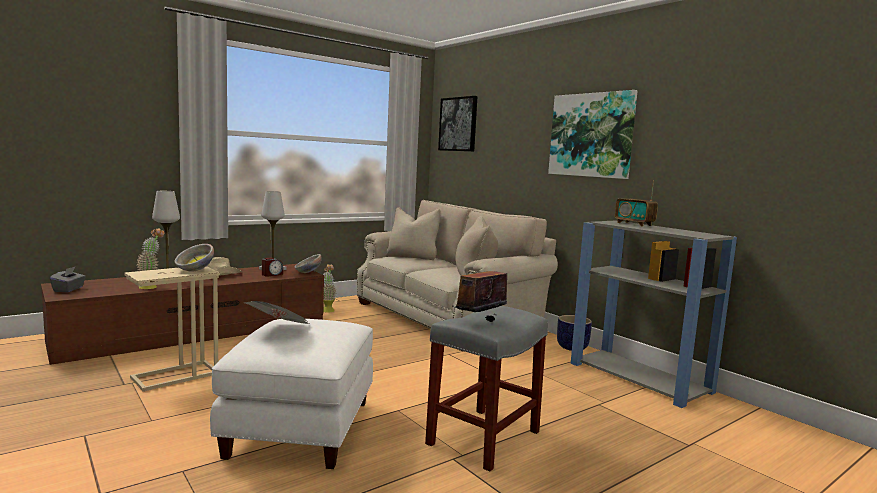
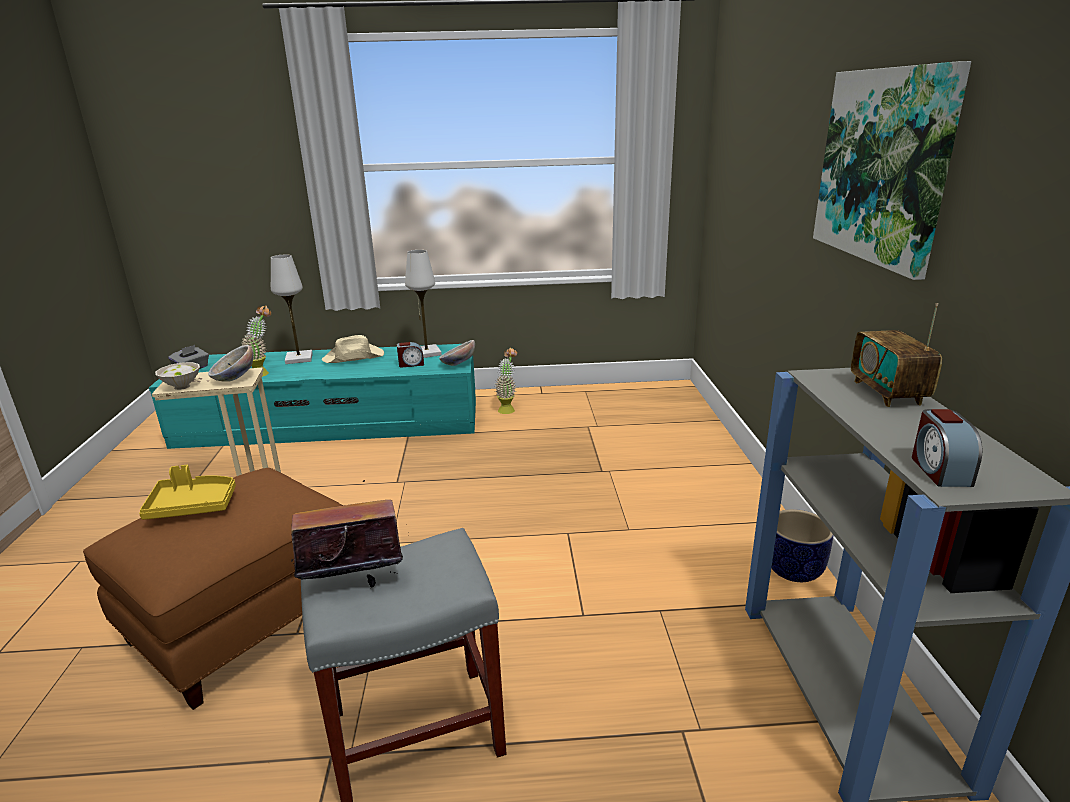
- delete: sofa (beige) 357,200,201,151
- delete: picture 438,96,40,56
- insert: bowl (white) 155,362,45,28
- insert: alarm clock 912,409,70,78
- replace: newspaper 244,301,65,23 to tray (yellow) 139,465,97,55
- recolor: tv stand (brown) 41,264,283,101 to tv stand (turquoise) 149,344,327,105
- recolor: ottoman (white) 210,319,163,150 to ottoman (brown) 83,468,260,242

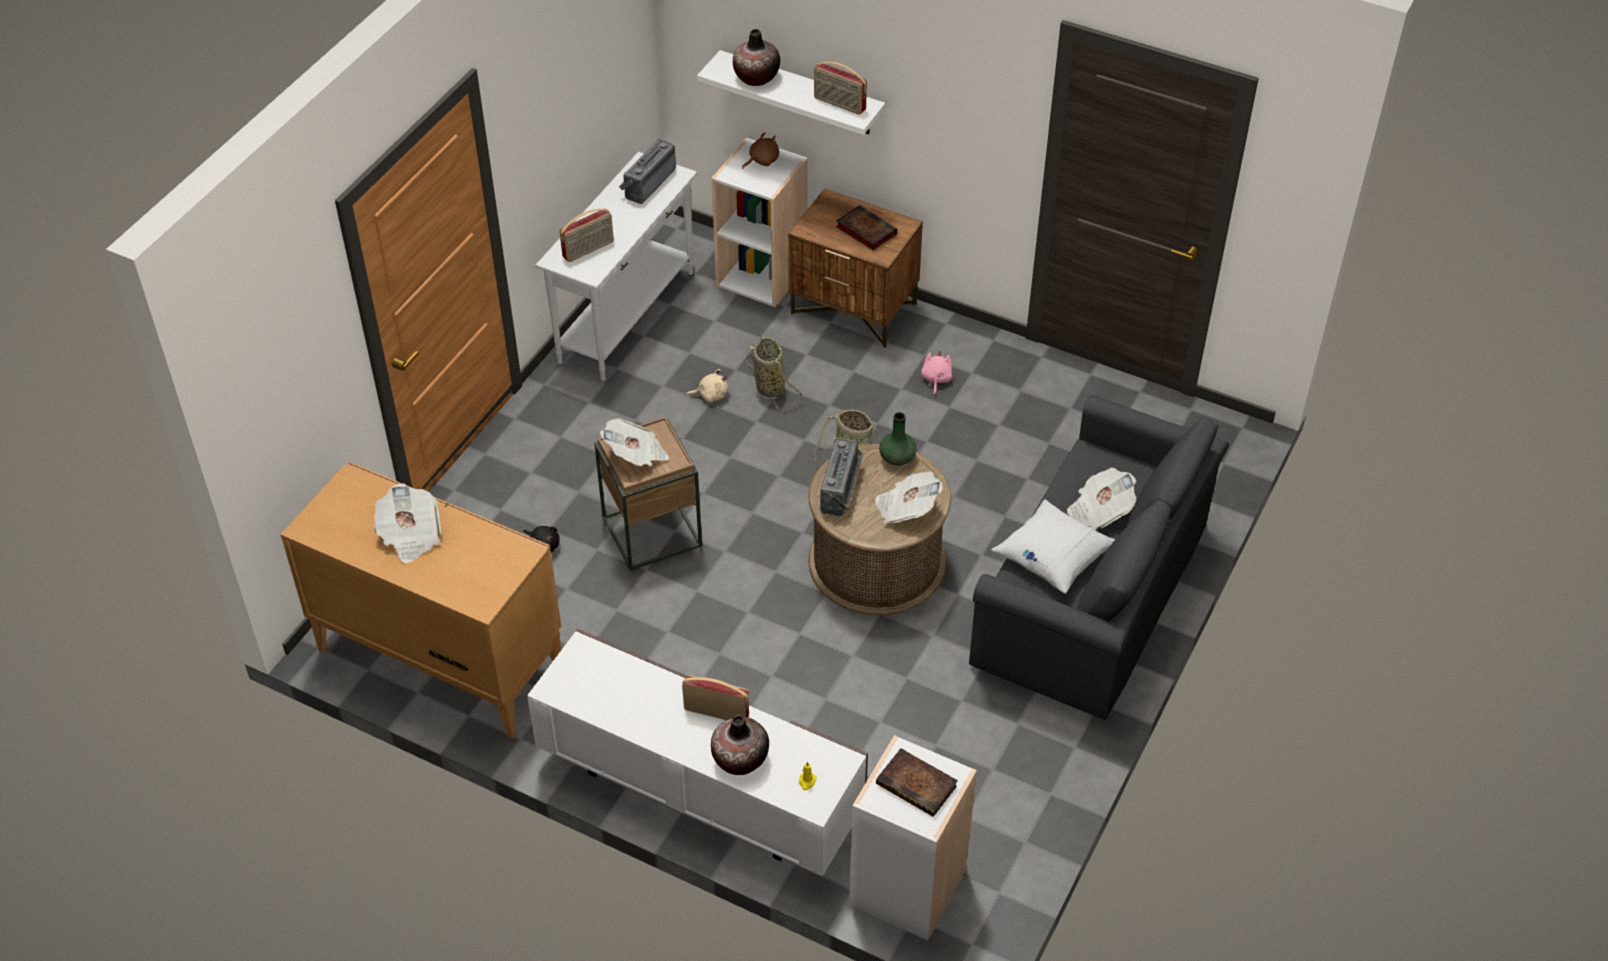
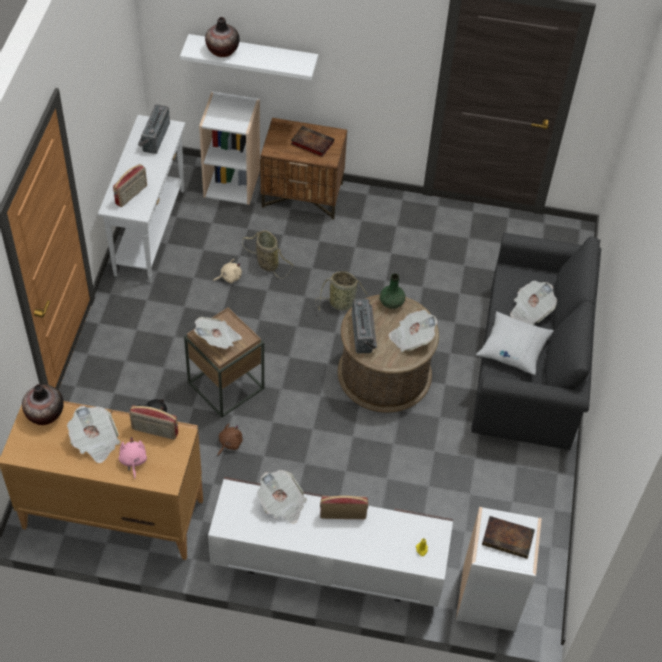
- insert: newspaper 257,470,50,54
- move: vase 711,715,58,60 to 22,384,42,41
- move: plush toy (brown) 742,132,37,37 to 217,424,26,32
- move: radio 814,62,53,53 to 129,405,49,35
- move: plush toy (pink) 921,351,31,44 to 119,437,28,42

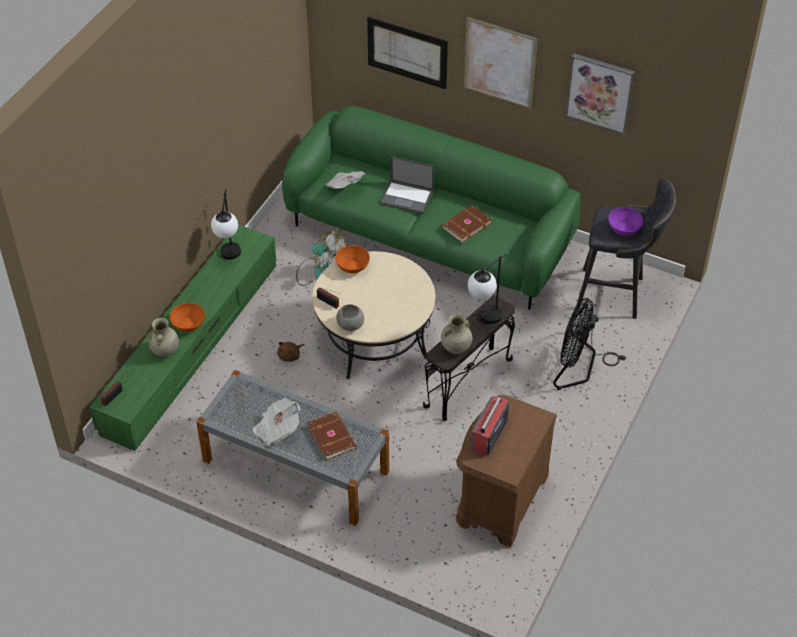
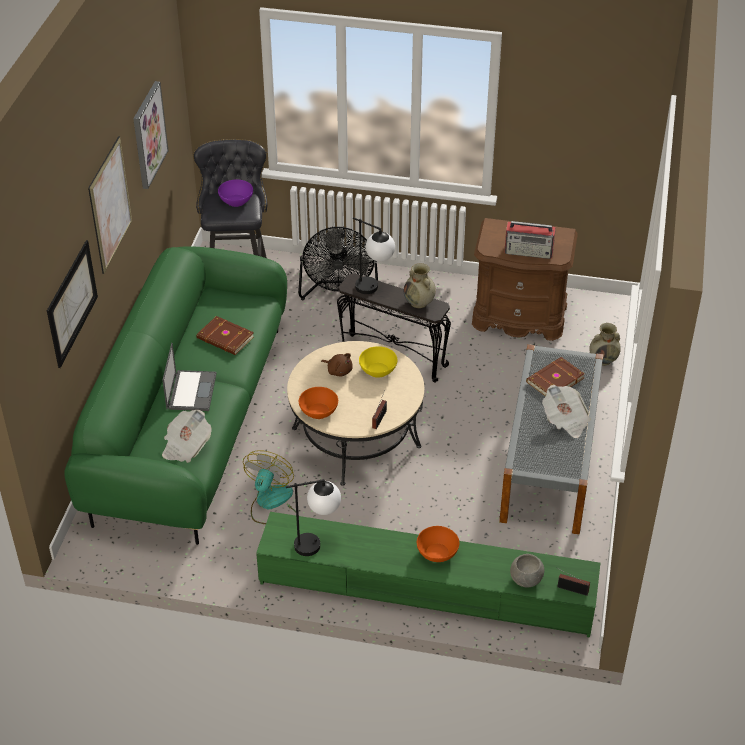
- insert: bowl (yellow) 359,346,38,32
- move: vase (beige) 148,318,31,39 to 589,323,32,43
- move: plush toy (brown) 277,342,27,20 to 321,353,32,23
- move: bowl (grey) 336,304,28,27 to 510,554,34,33

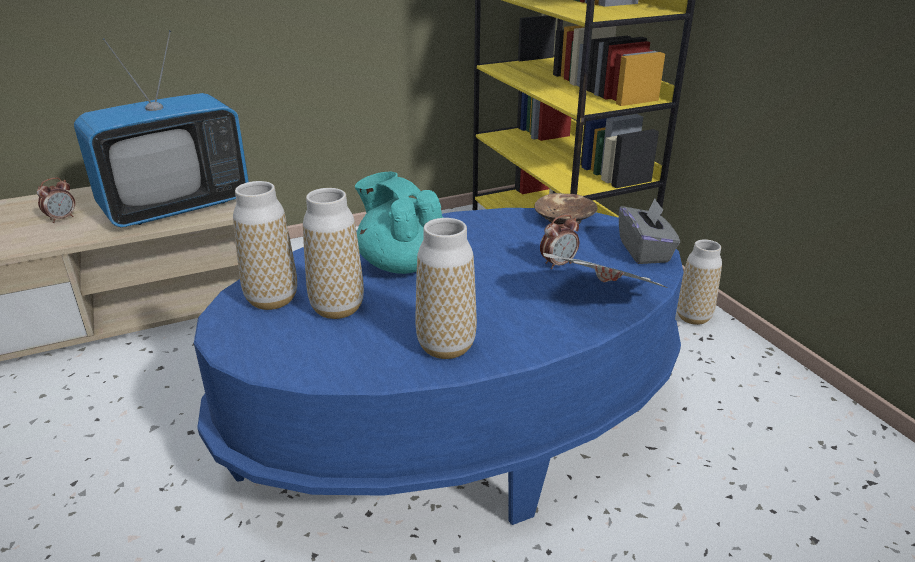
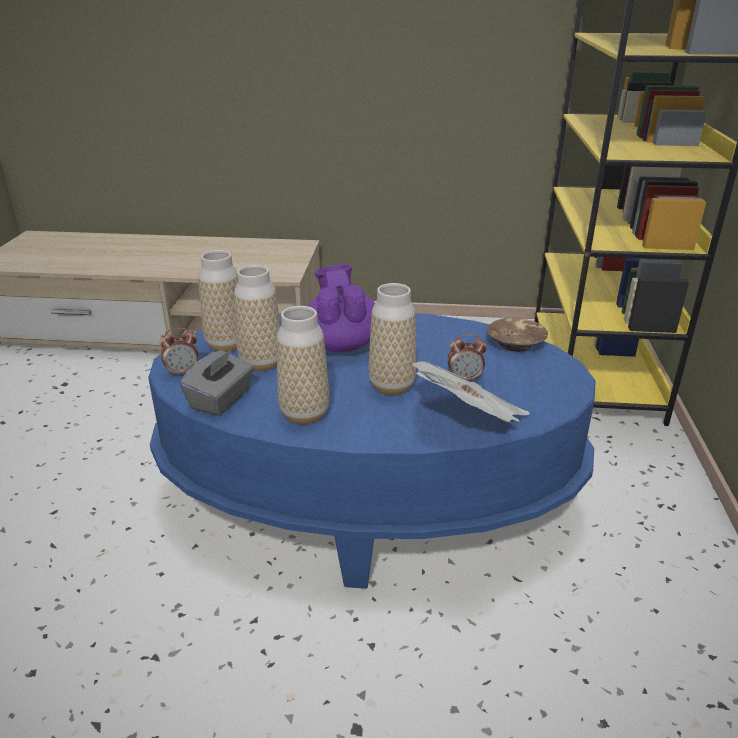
- delete: television 74,30,175,197
- move: alarm clock 37,178,38,45 to 160,328,39,49
- move: tissue box (grey) 619,199,61,65 to 180,350,74,66
- move: vase 677,239,45,86 to 369,283,47,112
- recolor: teapot (turquoise) 355,171,88,103 to teapot (purple) 308,264,67,88

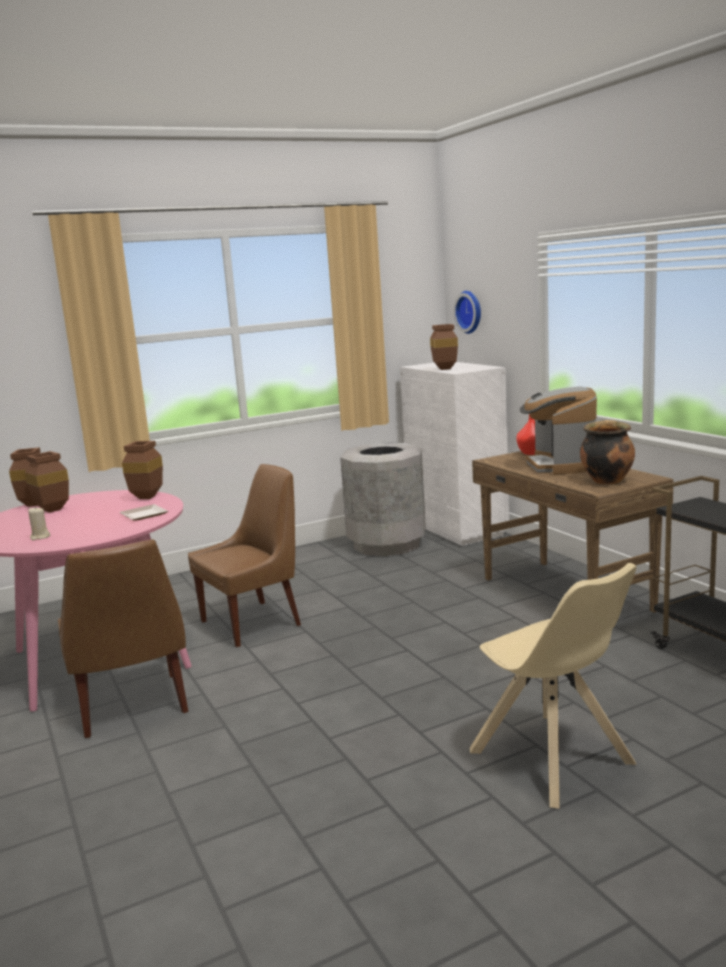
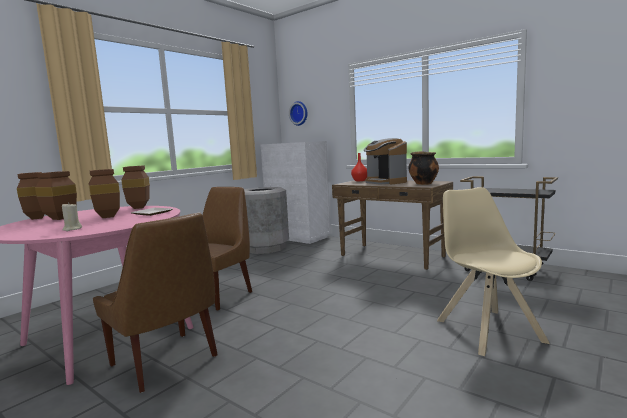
- move: vase (brown) 430,324,28,46 to 88,169,32,49
- rotate: chair (beige) 470,563,167,246 = 437,187,113,169 135 degrees counterclockwise

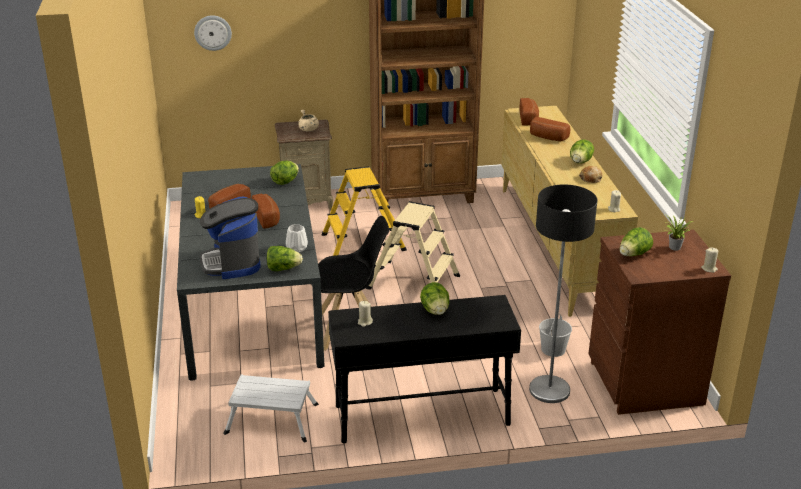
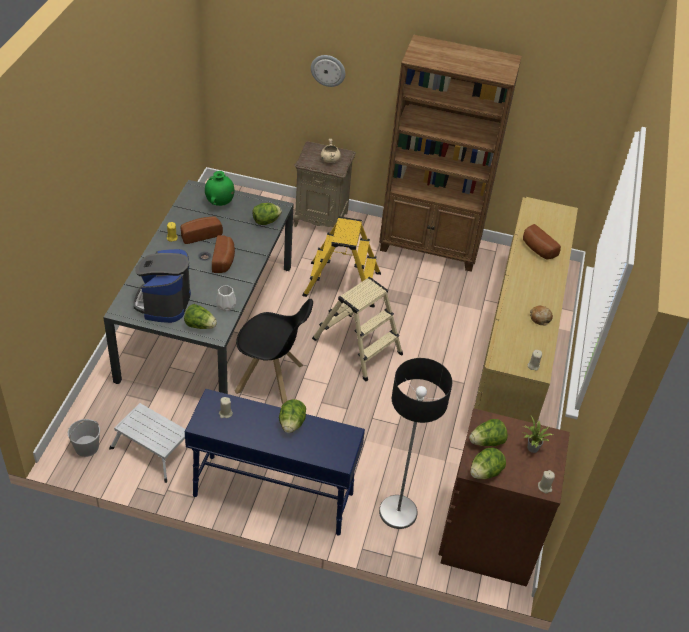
- delete: bread 519,98,20,28
- insert: vase (green) 205,171,29,35
- move: wall clock 194,15,38,36 to 311,55,34,32
- move: bucket (white) 539,313,33,44 to 68,419,32,38
- move: lettuce 570,140,24,24 to 470,447,36,32
- recolor: console table (black) 328,295,193,148 to console table (blue) 185,389,180,147

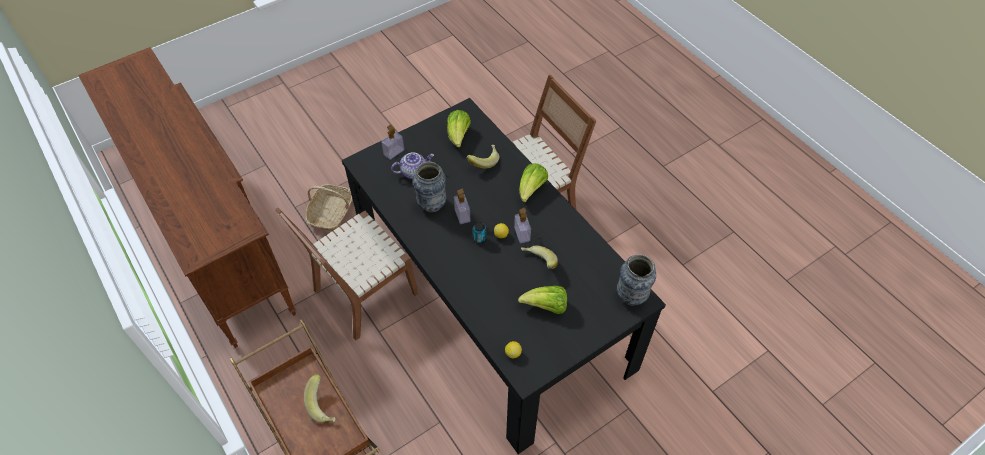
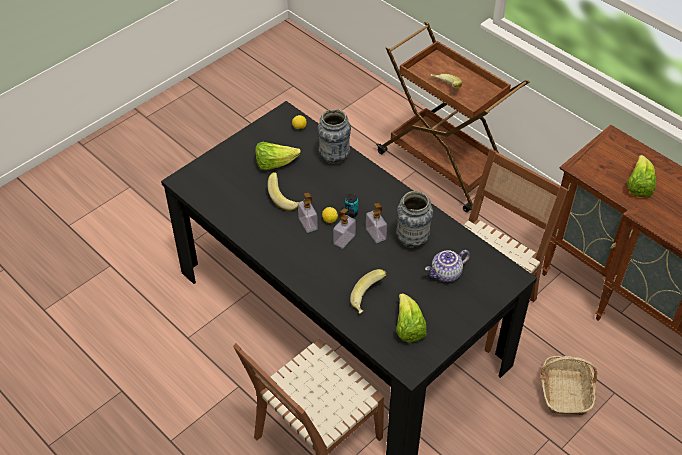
- move: soap dispenser 381,125,23,35 to 333,208,23,41
- move: lettuce 519,163,29,39 to 627,155,30,42
- move: vase 617,254,39,51 to 317,109,34,56

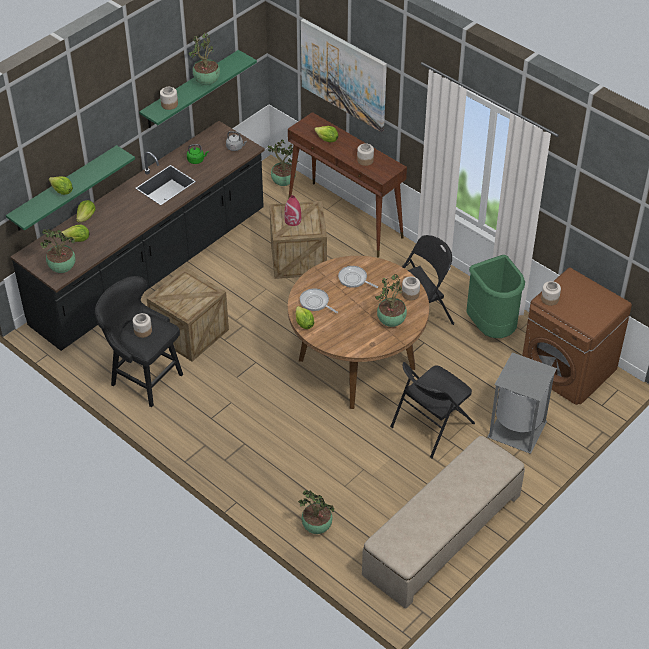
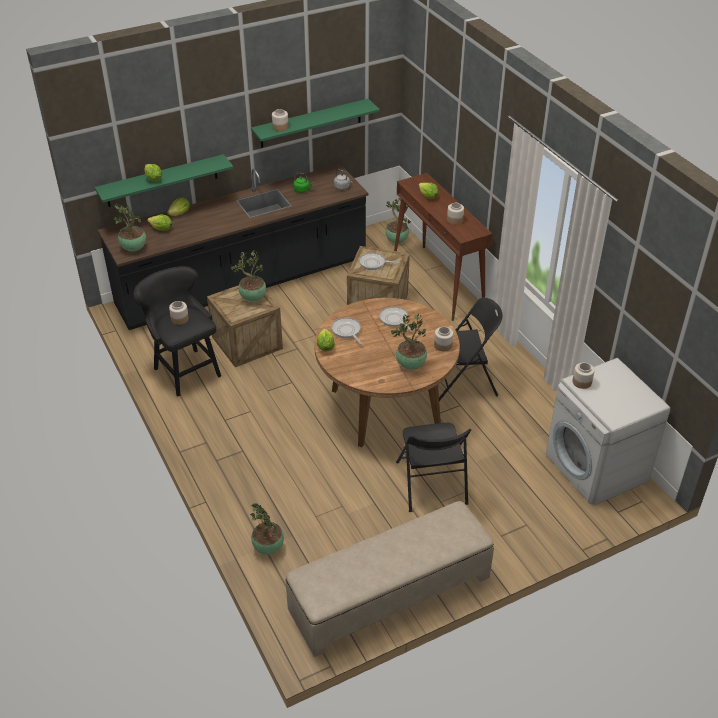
- delete: picture 301,19,86,113
- delete: trash can (green) 466,255,59,83
- delete: trash can (grey) 487,352,70,102
- move: potted plant 188,32,32,53 to 231,250,35,52
- replace: vase (red) 284,195,17,31 to frying pan 359,253,40,17
- recolor: washing machine (brown) 522,267,110,138 to washing machine (white) 545,358,125,147
- rotate: chair (black) 390,362,85,97 = 396,423,75,89 75 degrees counterclockwise

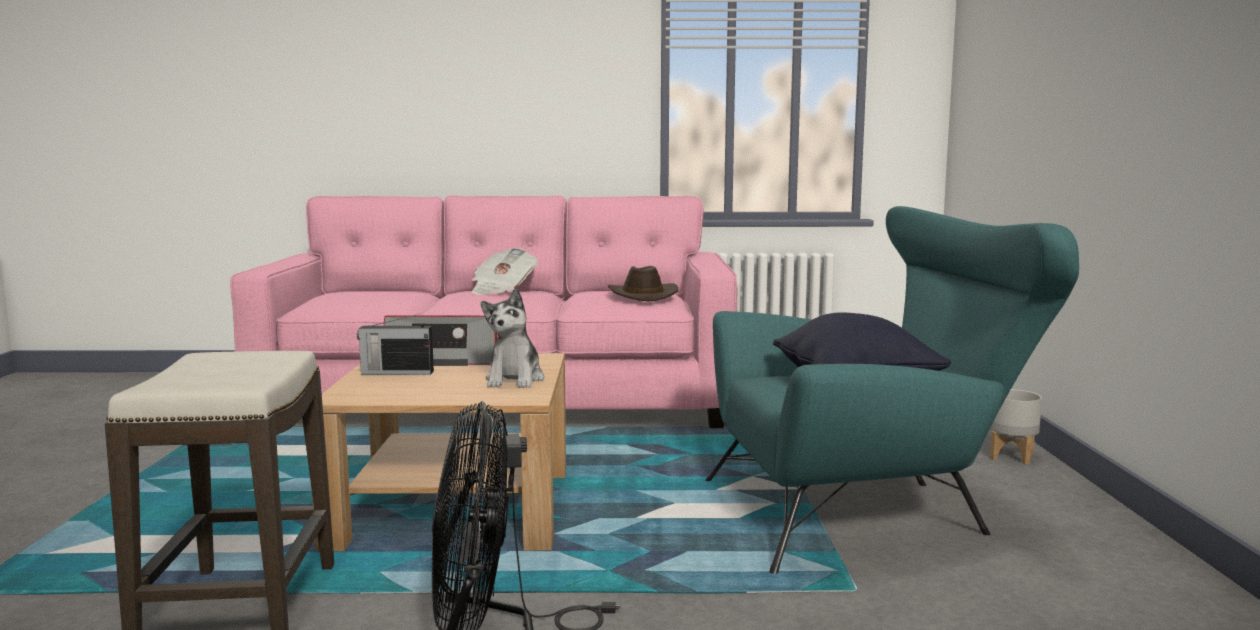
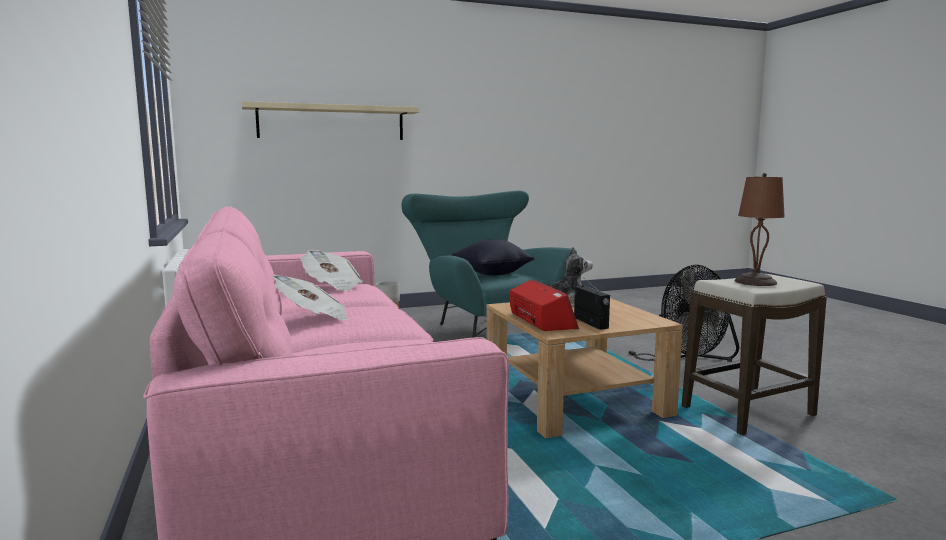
- insert: shelf (beige) 242,101,178,39
- insert: table lamp (brown) 734,173,51,113
- replace: hat (brown) 608,266,70,36 to newspaper 300,250,63,41

